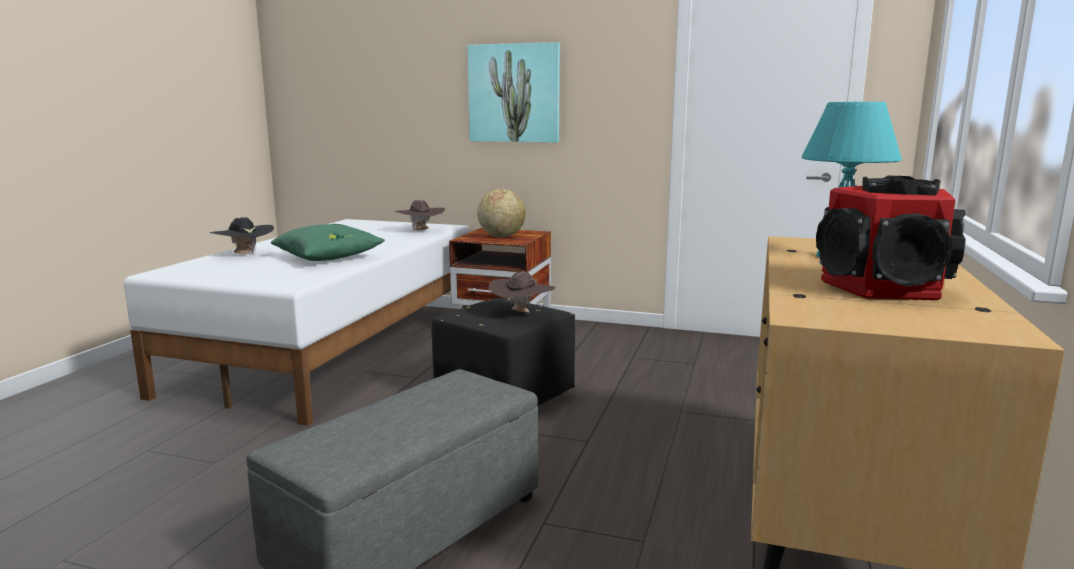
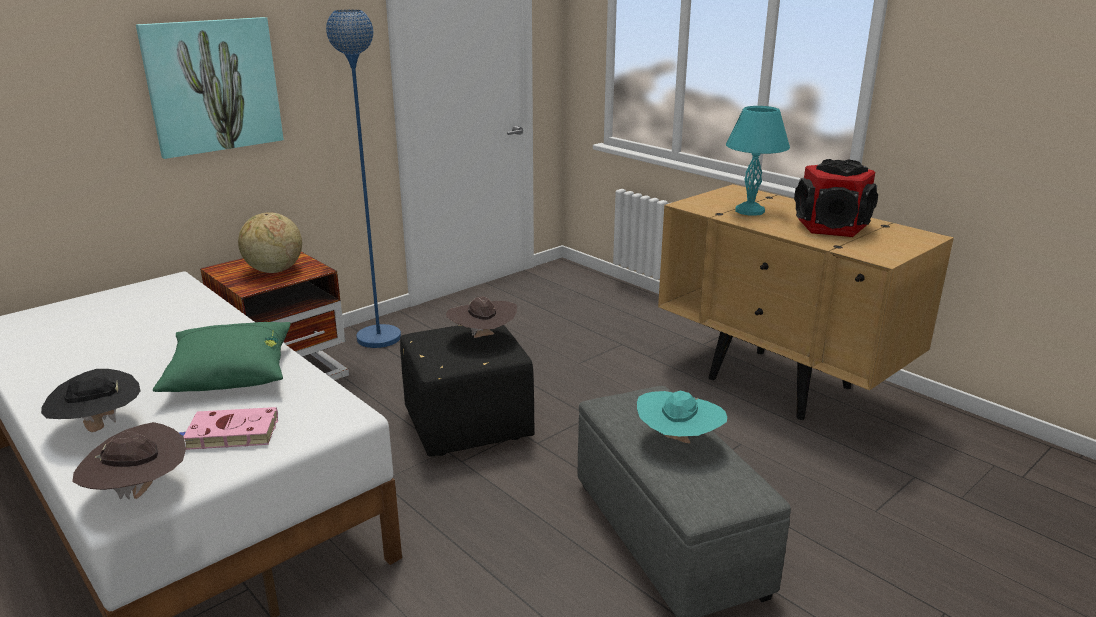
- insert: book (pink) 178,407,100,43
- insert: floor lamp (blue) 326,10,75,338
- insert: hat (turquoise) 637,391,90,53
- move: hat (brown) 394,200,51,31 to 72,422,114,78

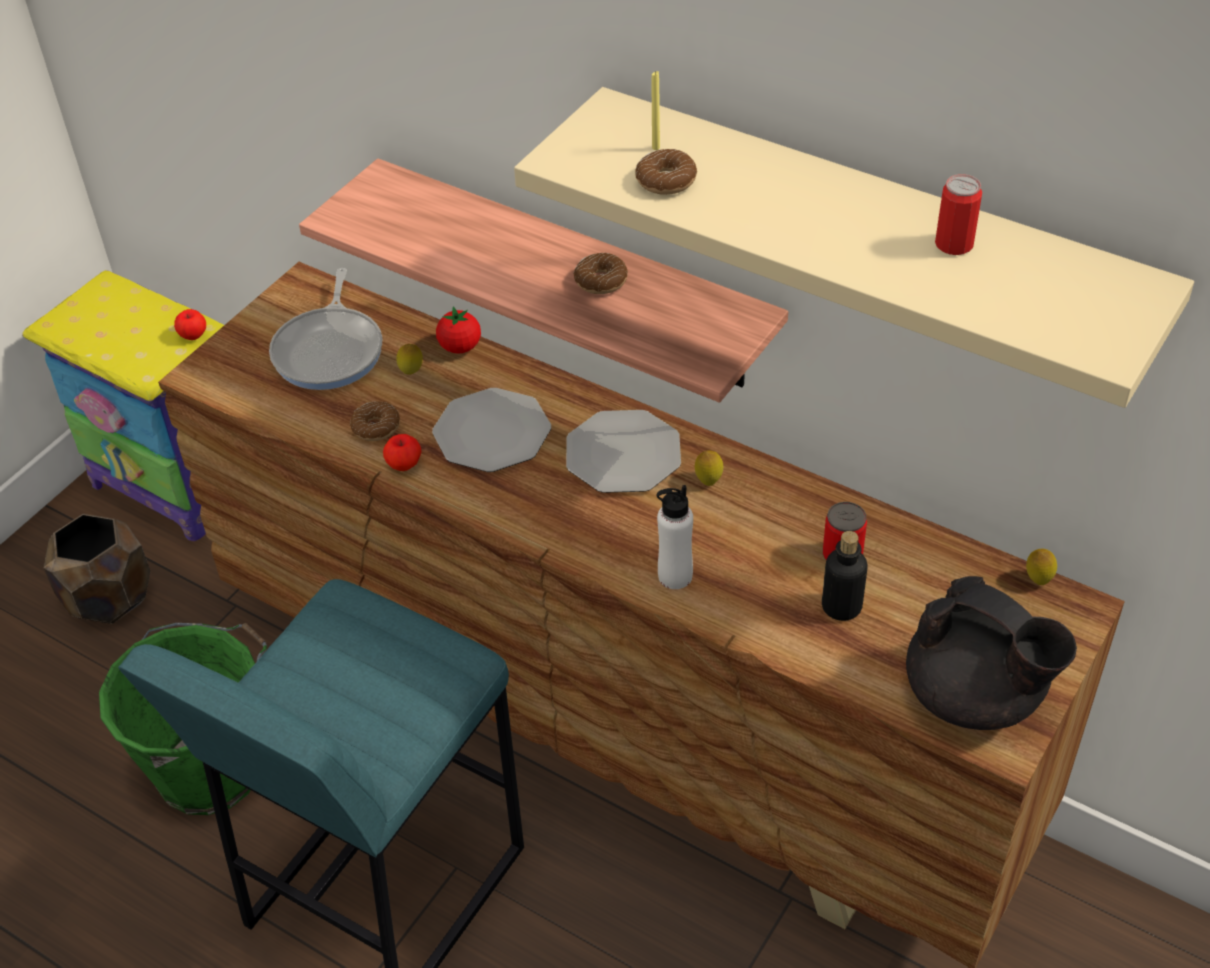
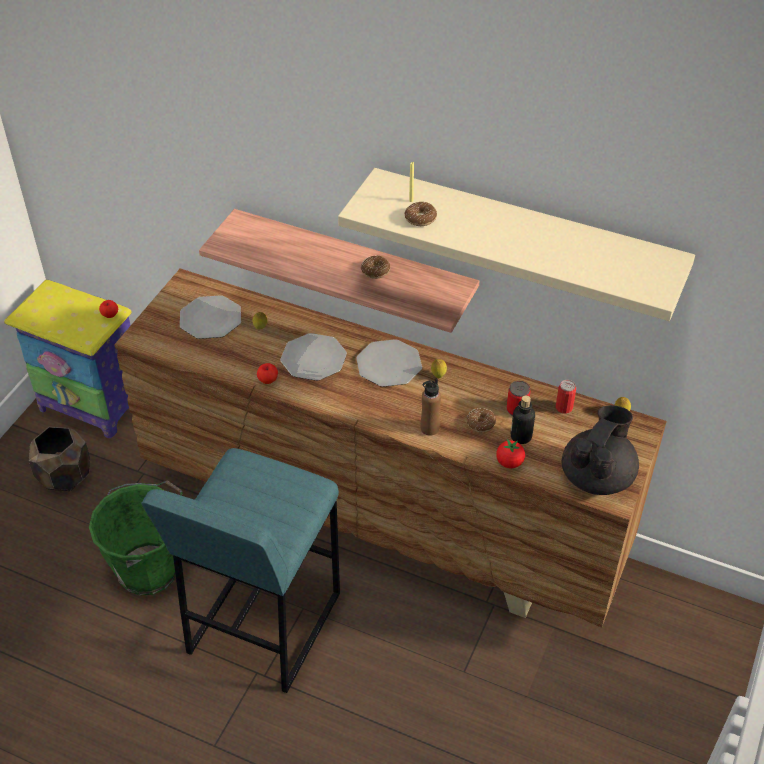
- move: donut 350,401,50,40 to 467,408,29,24
- move: tomato 436,307,45,47 to 496,439,29,29
- move: can 935,174,47,81 to 556,380,20,34
- replace: frying pan 269,268,114,122 to plate 180,295,61,44
- recolor: bottle (white) 657,485,36,104 to bottle (brown) 420,378,21,58
- rotate: teapot (black) 906,576,171,154 = 562,405,77,90 90 degrees counterclockwise

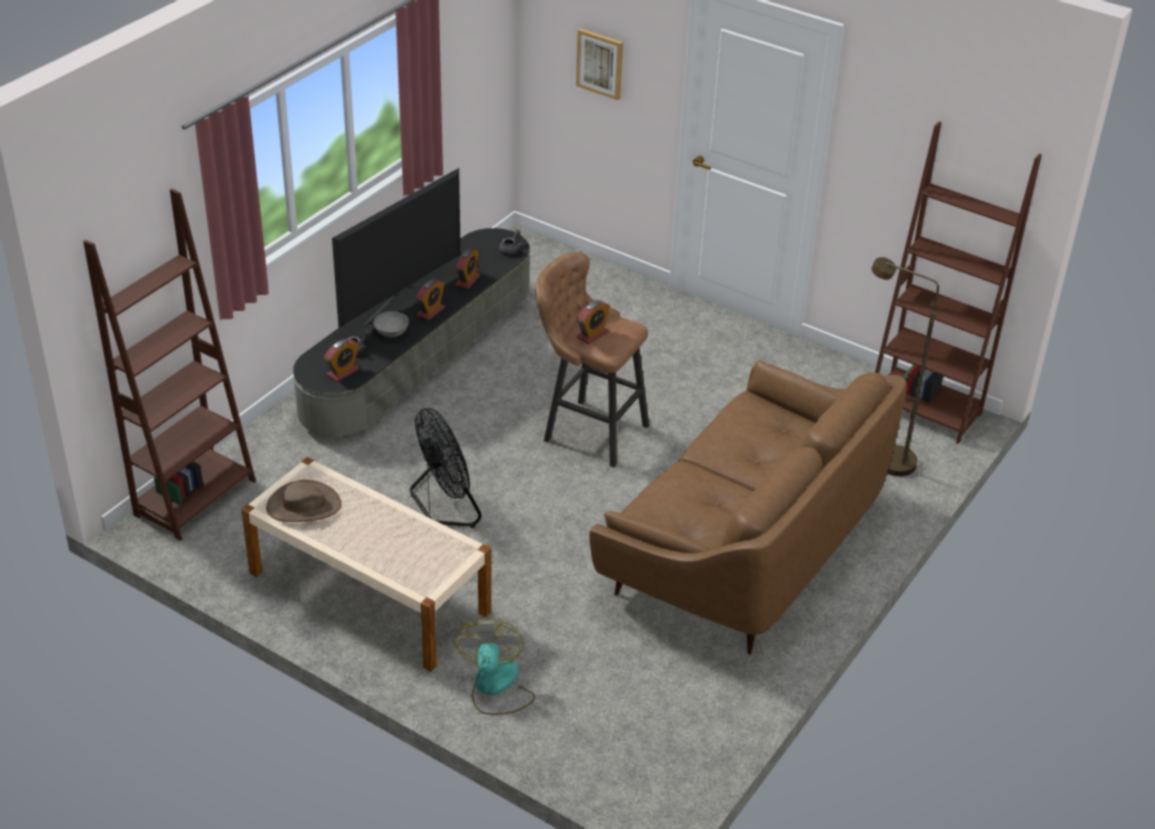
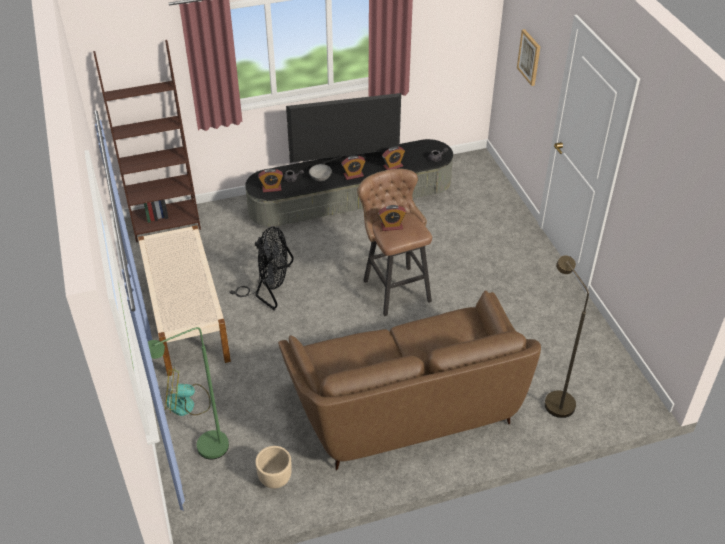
- delete: hat (brown) 266,480,76,42
- delete: bookcase (brown) 875,121,167,323
- insert: floor lamp (green) 148,327,81,133
- insert: planter (beige) 255,446,37,43
- rotate: fan 454,619,81,96 = 165,367,46,49 135 degrees counterclockwise

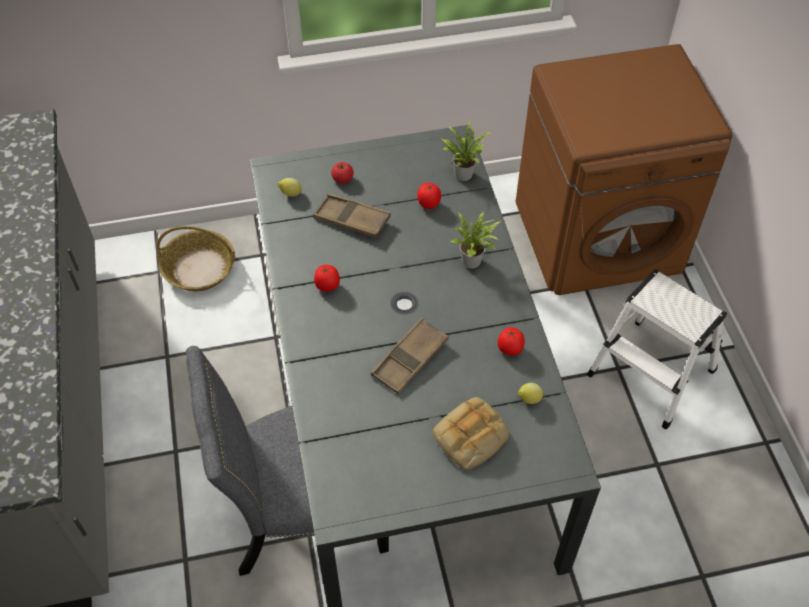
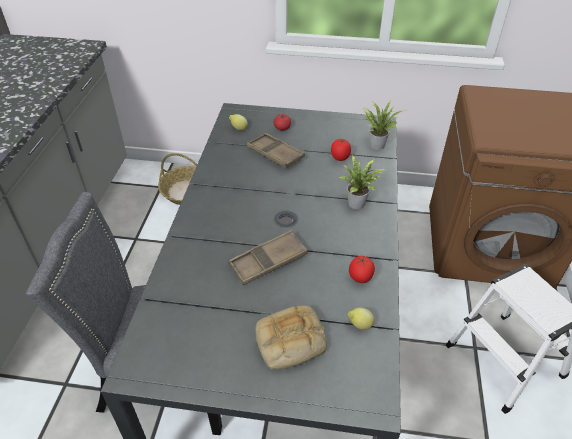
- delete: tomato 314,265,26,27

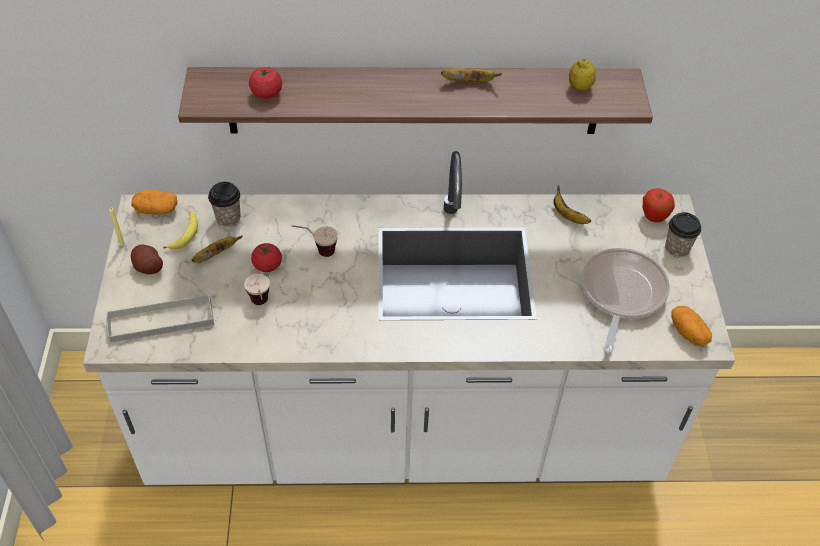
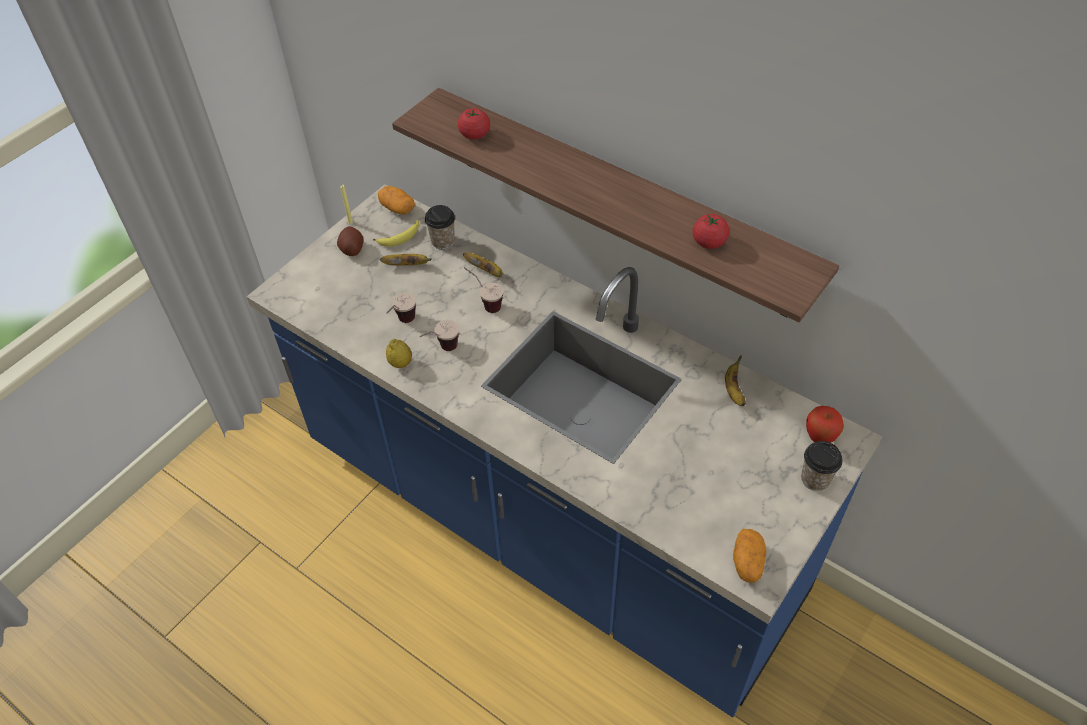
- delete: tray (grey) 106,294,108,49
- delete: frying pan 581,248,89,105
- insert: cup 420,320,39,31
- move: tomato 251,243,31,29 to 693,214,36,35
- move: banana 441,68,61,14 to 463,252,40,25
- move: lemon 569,58,27,33 to 386,339,26,29
- recolor: counter (white) 83,151,652,334 to counter (blue) 247,184,635,534

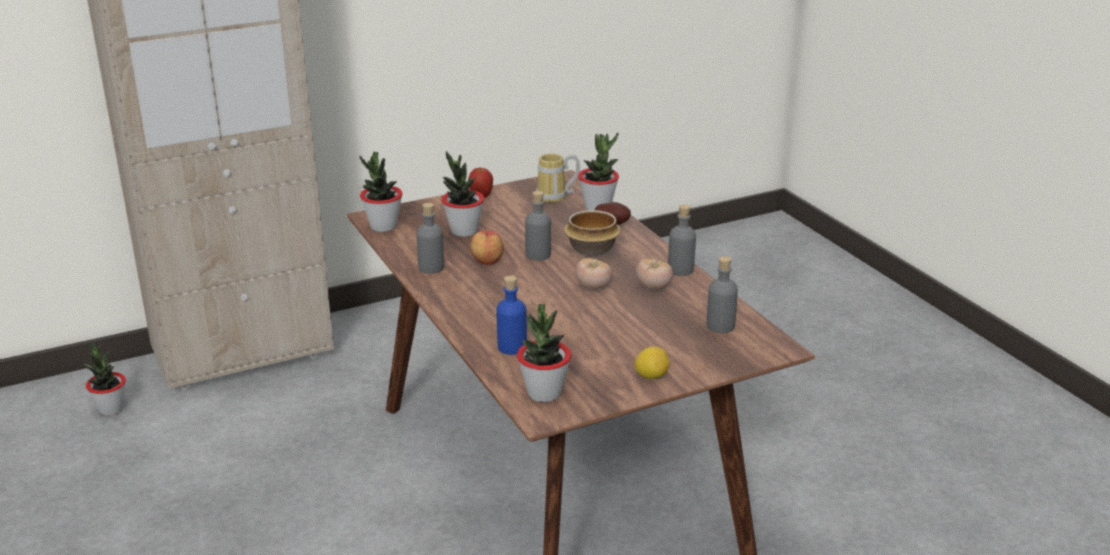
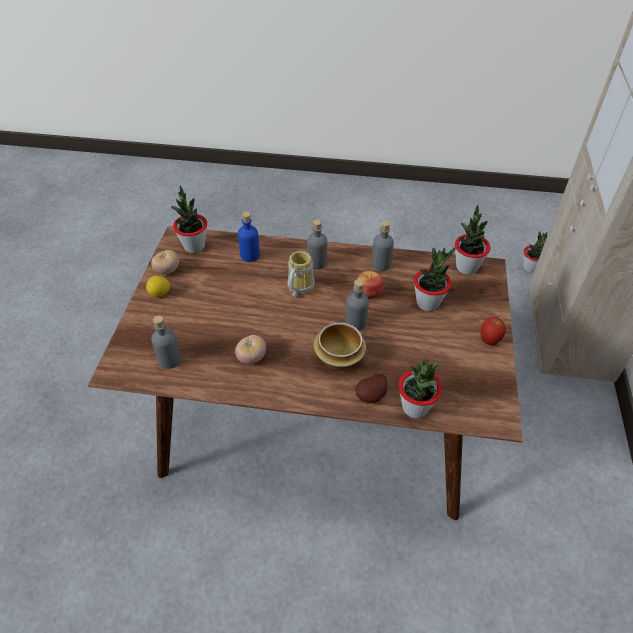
- move: mug 536,153,44,50 to 288,251,27,46
- move: tomato 575,258,37,31 to 151,250,28,24
- move: bottle (grey) 668,204,28,72 to 307,219,20,51

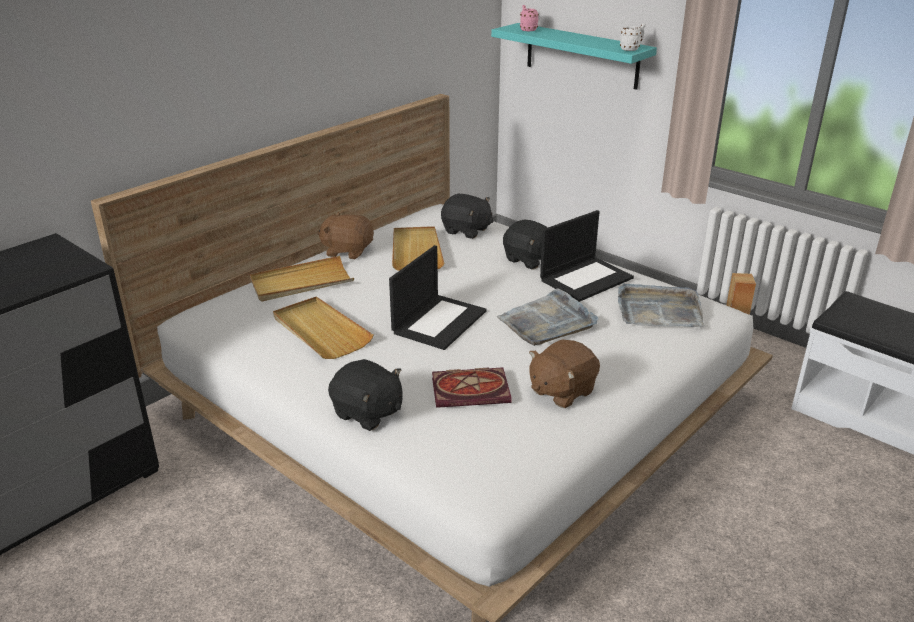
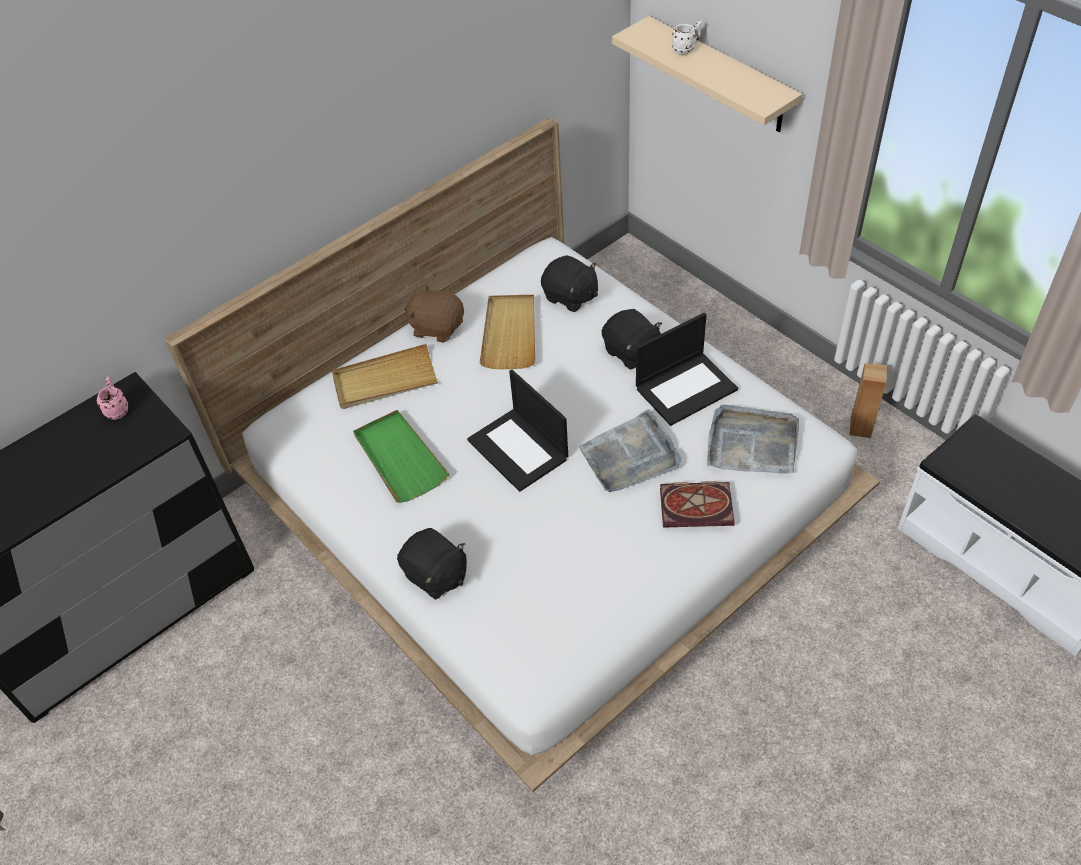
- delete: plush toy (brown) 529,340,71,68
- move: book 432,367,80,41 to 660,481,75,47
- move: mug (pink) 520,5,19,26 to 96,376,33,44
- move: mug (white) 620,23,26,28 to 672,21,30,34
- recolor: tray (beige) 273,297,101,62 to tray (green) 353,410,96,93
- recolor: shelf (turquoise) 491,23,166,67 to shelf (beige) 612,16,190,116
- rotate: laptop 389,245,97,105 = 467,369,101,123 105 degrees clockwise

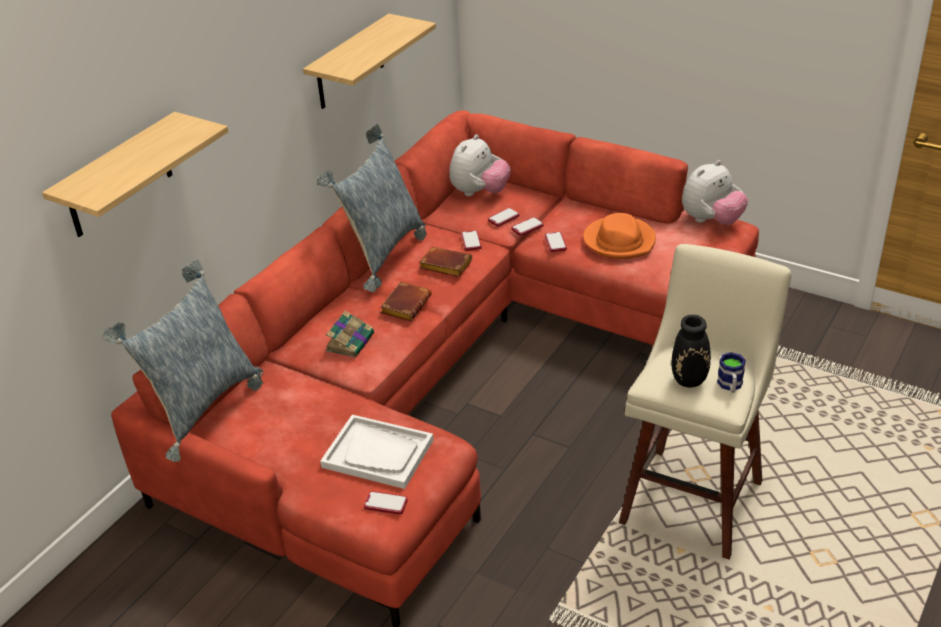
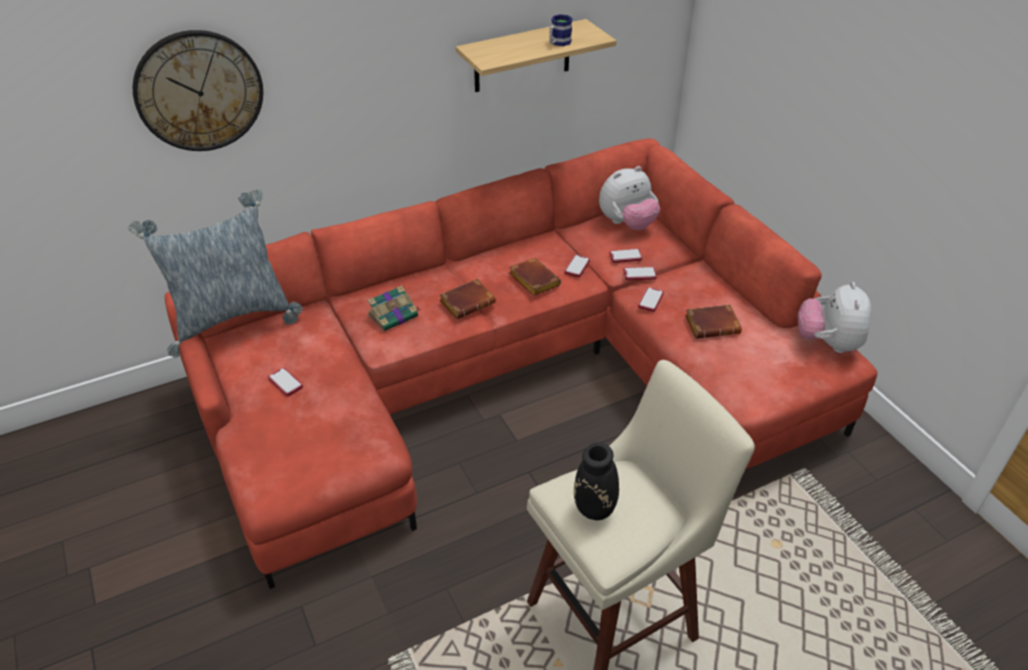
- delete: pillow 317,124,110,168
- delete: tray (white) 320,415,113,74
- move: phone 364,491,44,24 to 268,368,35,28
- move: mug 717,352,29,41 to 549,14,23,32
- replace: shelf 42,112,186,125 to wall clock 133,30,130,121
- replace: hat (orange) 583,213,73,46 to book (brown) 685,304,57,35
- rotate: plush toy 682,160,66,65 = 798,282,73,71 105 degrees clockwise

